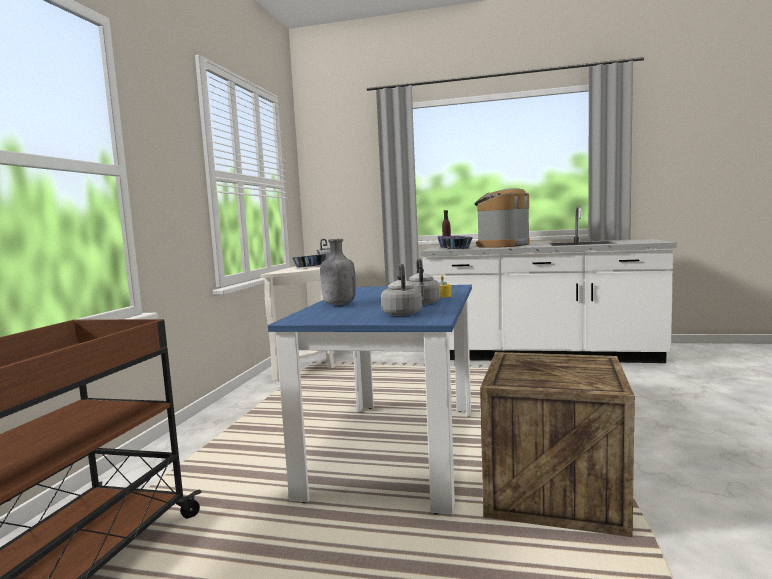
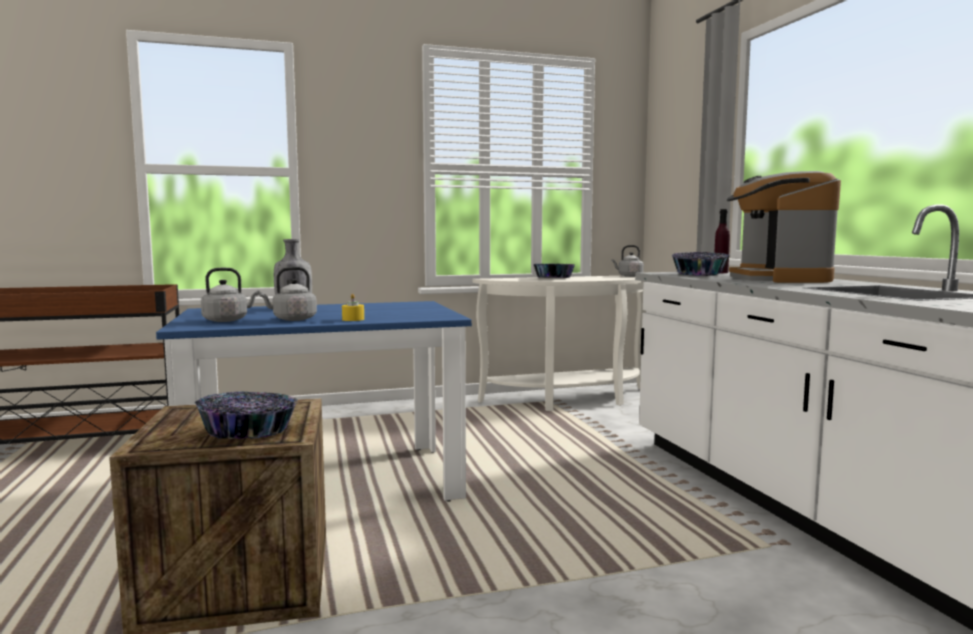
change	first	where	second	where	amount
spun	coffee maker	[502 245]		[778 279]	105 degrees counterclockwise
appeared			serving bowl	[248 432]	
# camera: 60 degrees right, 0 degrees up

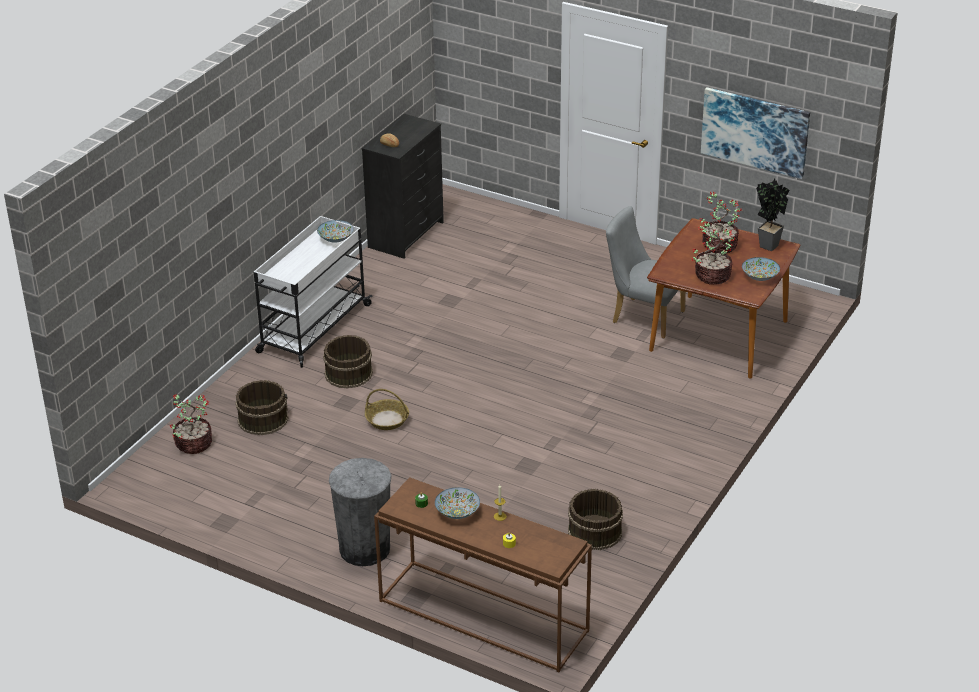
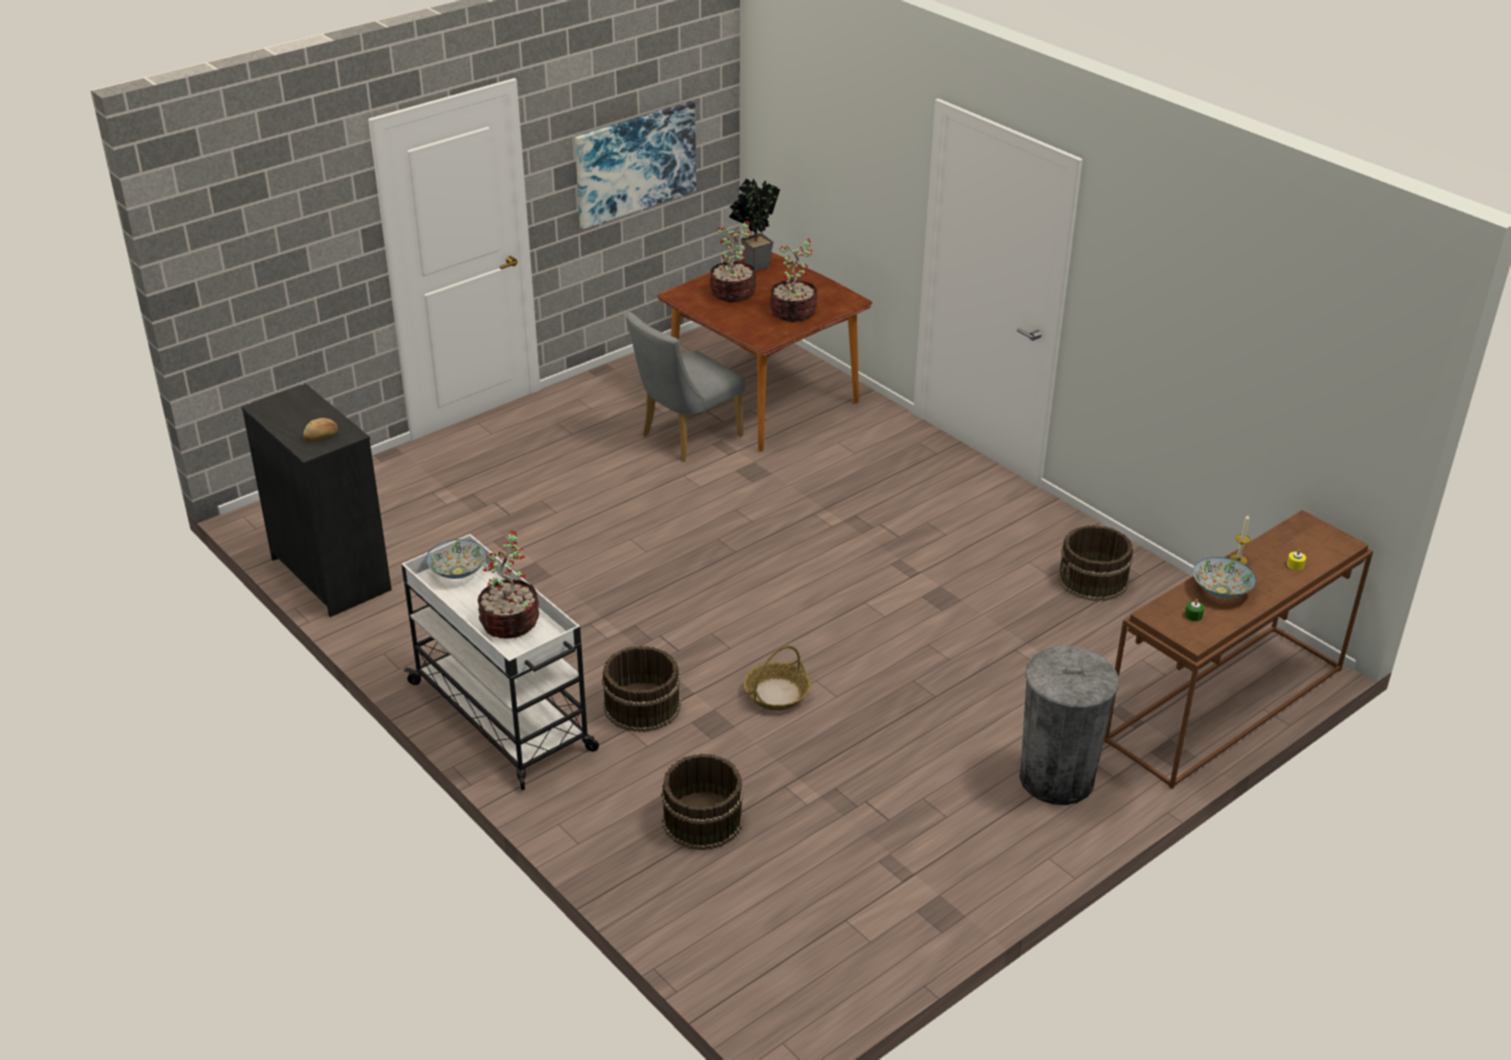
change	first	where	second	where	amount
relocated	plant in a pot	[192 444]		[511 623]	
missing	serving bowl	[759 277]			
# camera: 70 degrees left, 0 degrees up

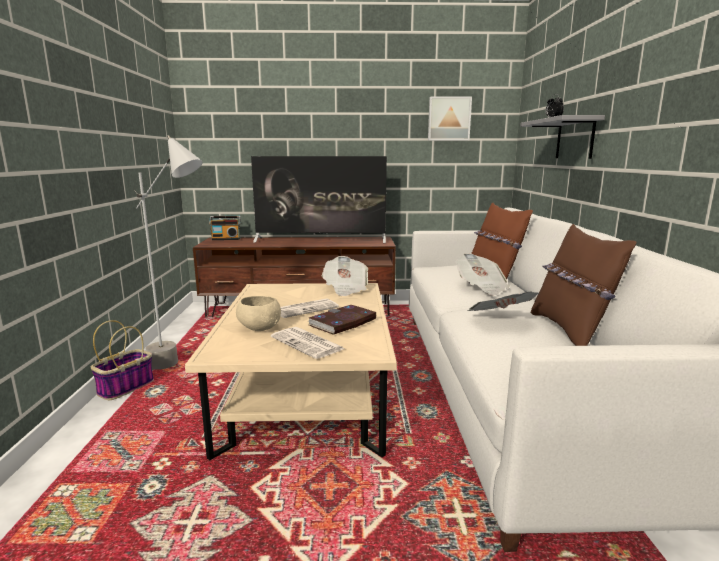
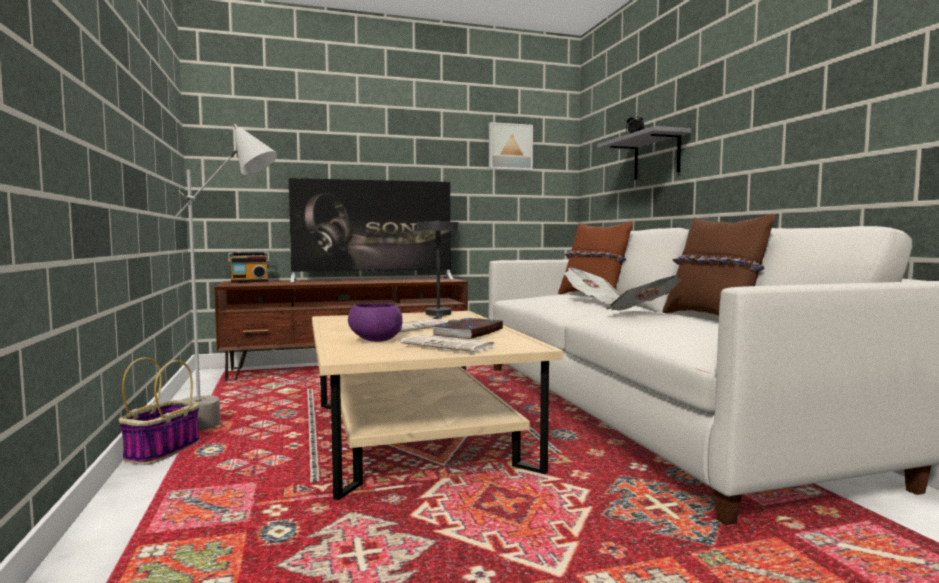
change	first	where	second	where	amount
colour	beige-coloured serving bowl	[259 328]	purplish serving bowl	[375 340]	
exchanged	daily paper	[345 289]	grey table lamp	[438 314]	
# camera: 15 degrees left, 10 degrees down

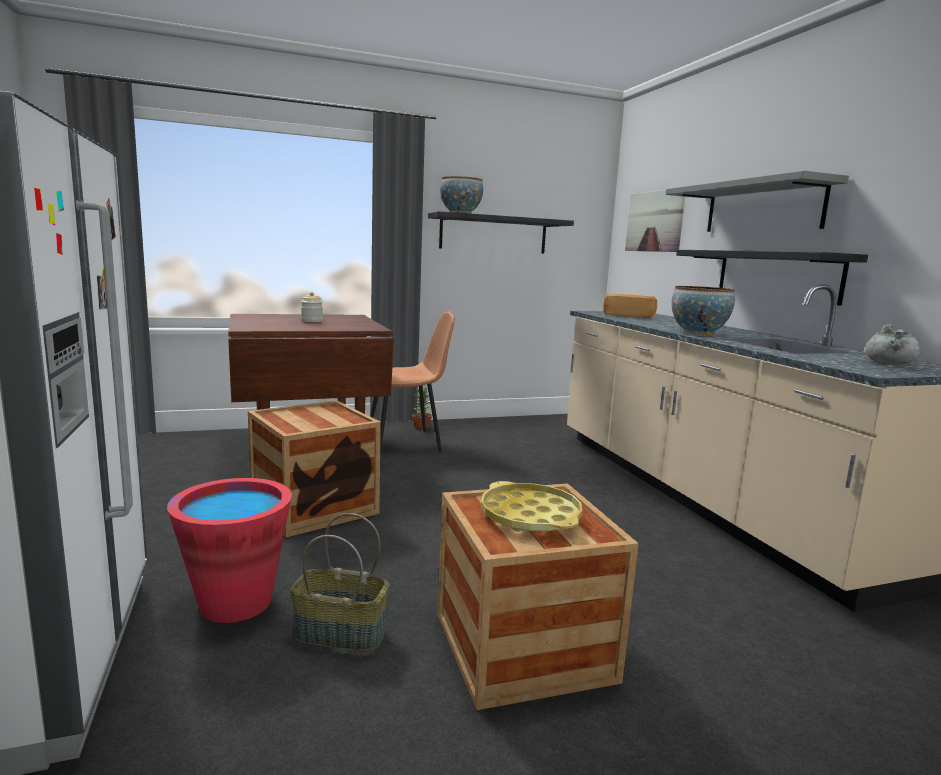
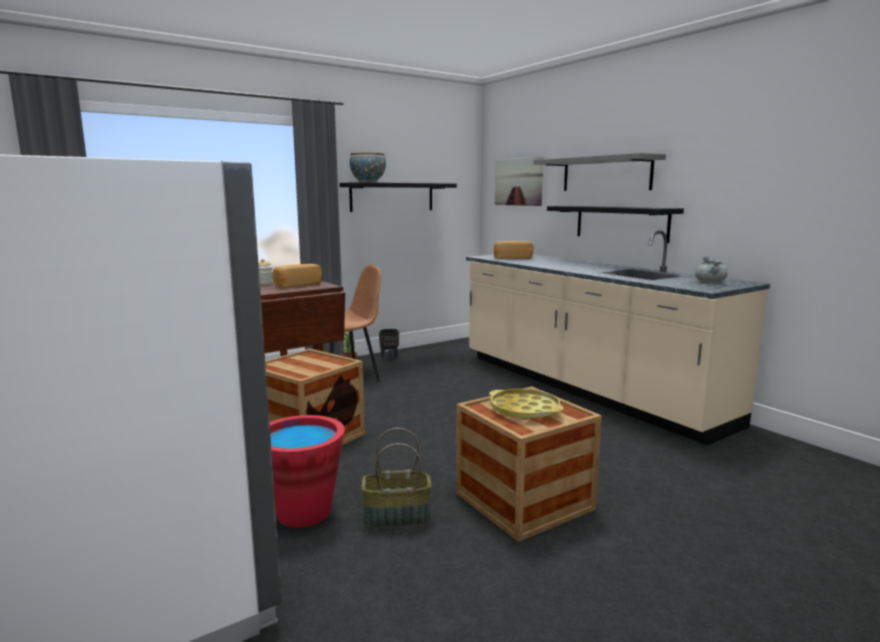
change	first	where	second	where	amount
missing	serving bowl	[698 333]			
appeared			bakery bread	[297 285]	
appeared			black-coloured plant pot	[389 357]	
# camera: 15 degrees left, 0 degrees up

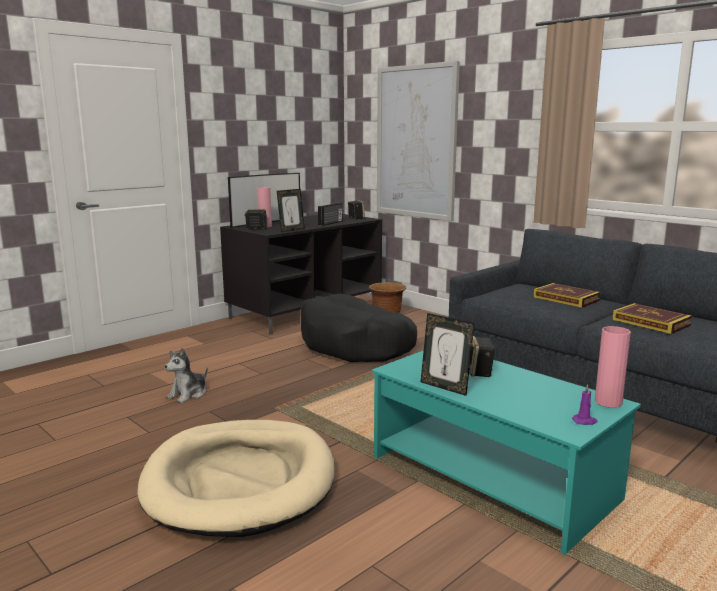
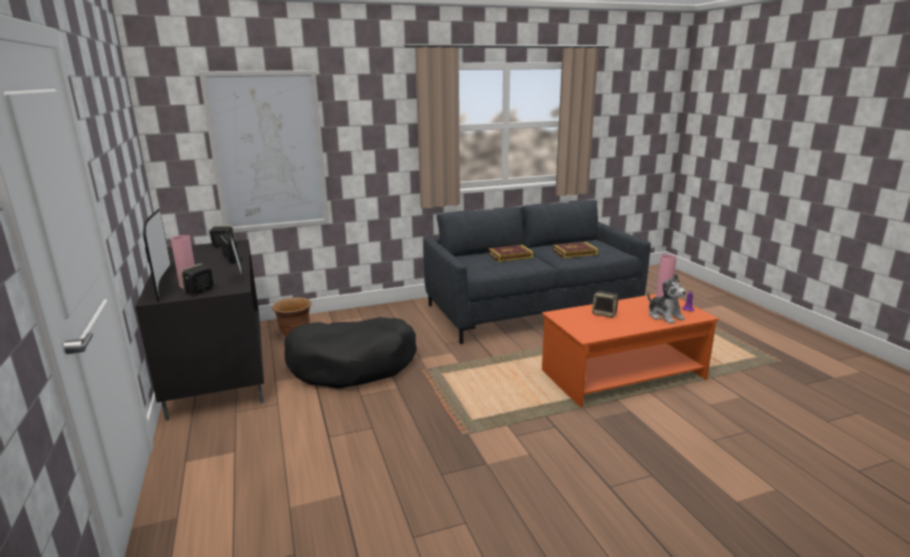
change	first	where	second	where	amount
missing	beige-coloured pet bed	[240 481]			
relocated	cuddly toy	[188 394]		[664 316]	
colour	turquoise-coloured lounge table	[493 479]	orange lounge table	[623 375]	
missing	standing frame	[445 387]			
# camera: 65 degrees left, 5 degrees up

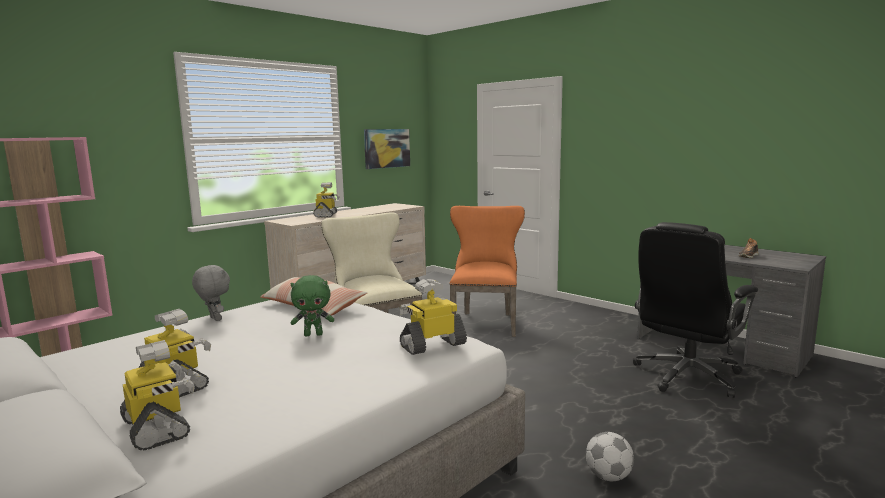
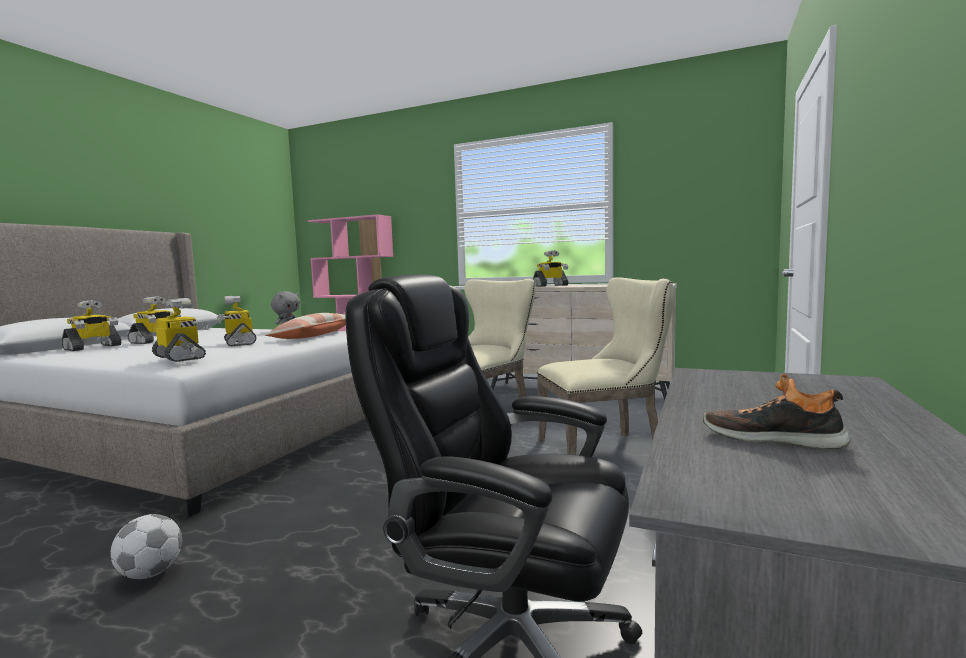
change	first	where	second	where	amount
exchanged	green-coloured cuddly toy	[313 334]	robot figure	[239 343]	
missing	wall picture	[387 148]			
colour	orange upright chair	[485 322]	beige-coloured upright chair	[605 448]	
# camera: 70 degrees right, 5 degrees down

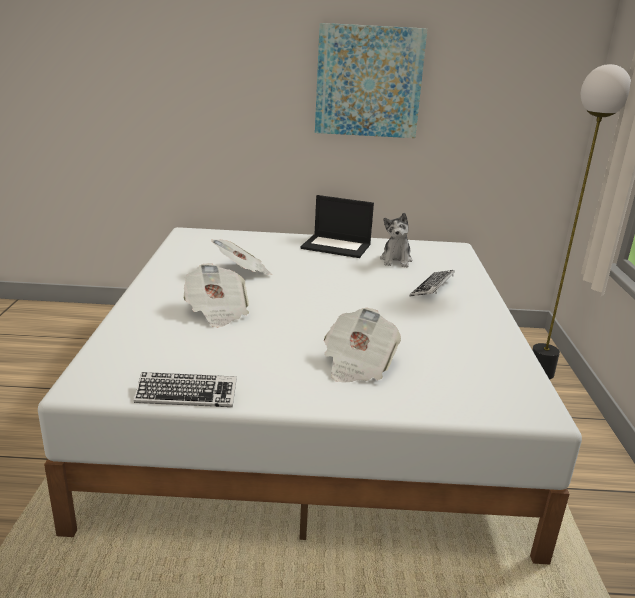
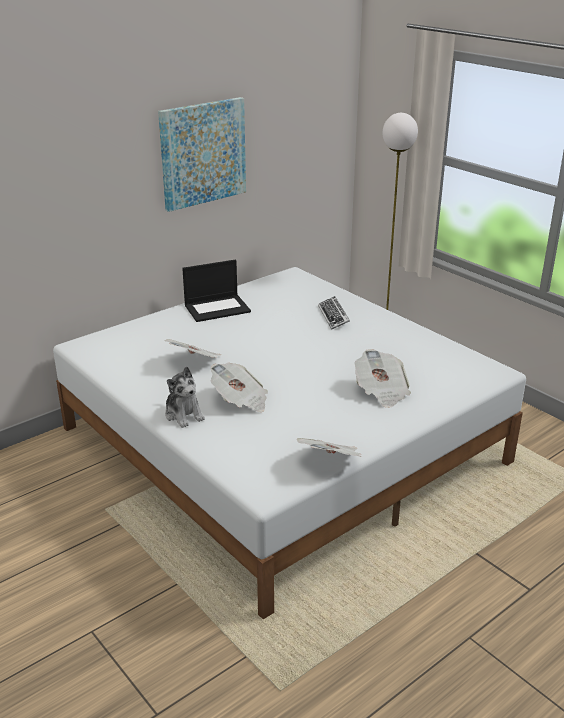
change	first	where	second	where	amount
exchanged	computer keyboard	[186 395]	daily paper	[331 461]	
relocated	cuddly toy	[396 260]		[184 414]	
# camera: 40 degrees left, 5 degrees up

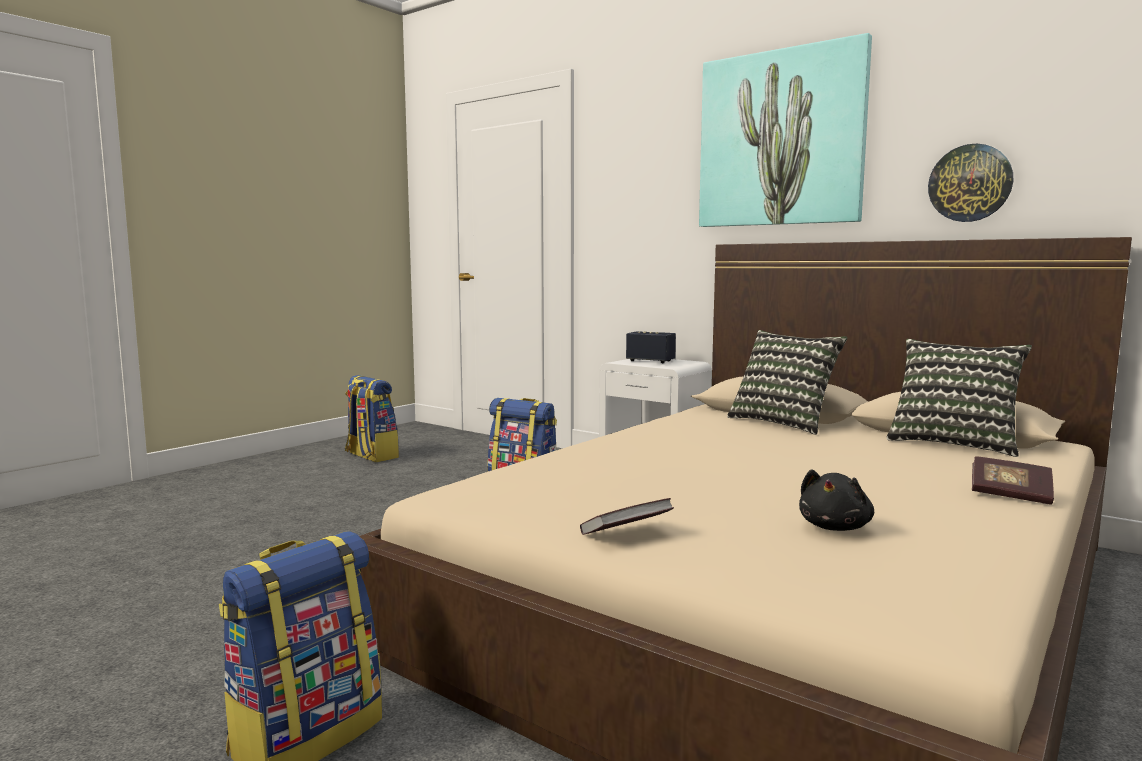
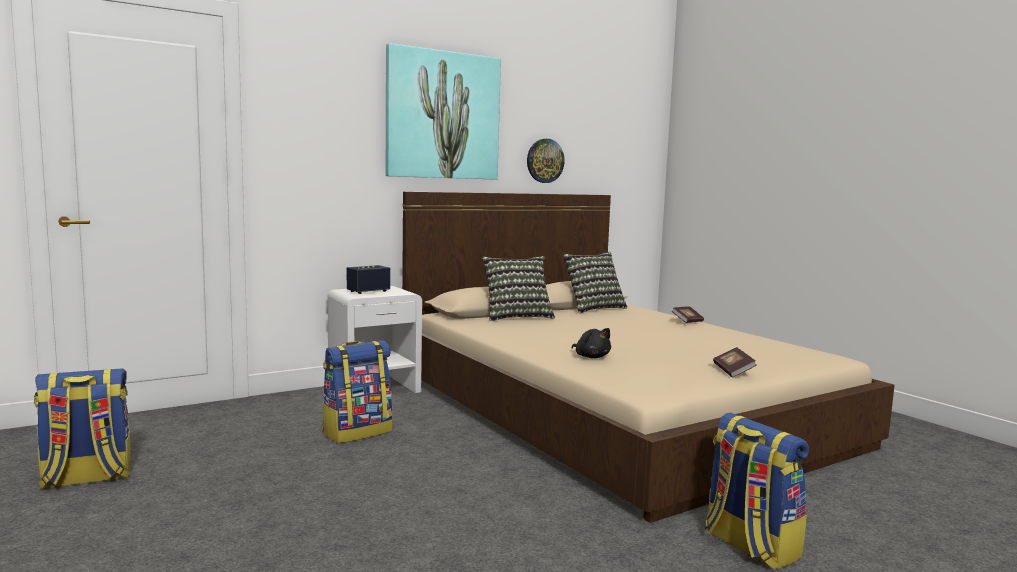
change	first	where	second	where	amount
relocated	black-coloured cuddly toy	[835 527]		[591 357]	
# camera: 70 degrees left, 0 degrees up

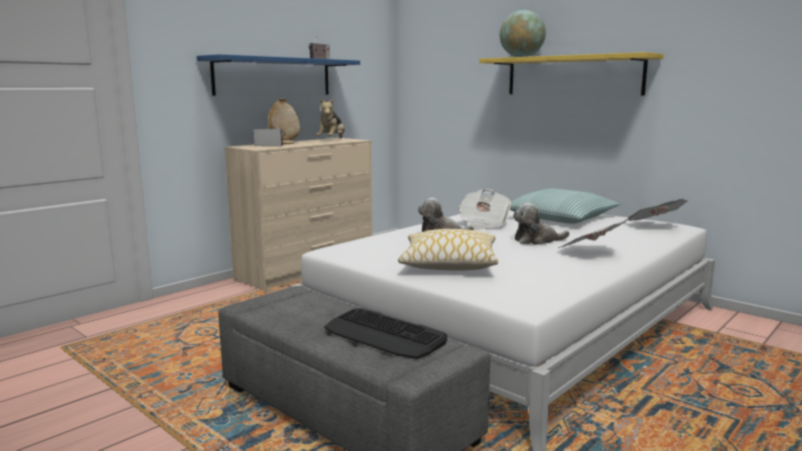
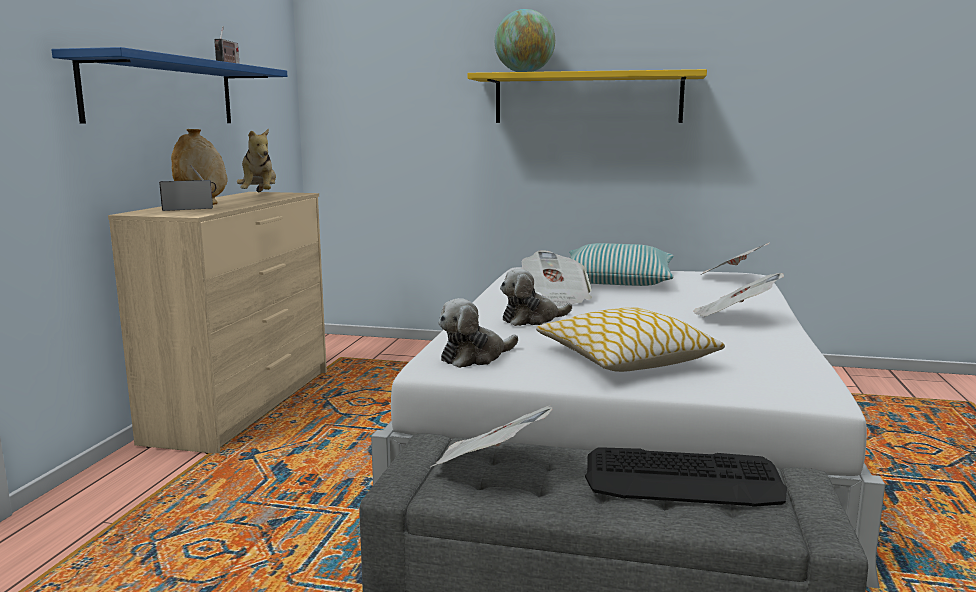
change	first	where	second	where	amount
relocated	cuddly toy	[536 240]		[475 357]	
appeared			daily paper	[490 467]	
# camera: 30 degrees left, 0 degrees up

